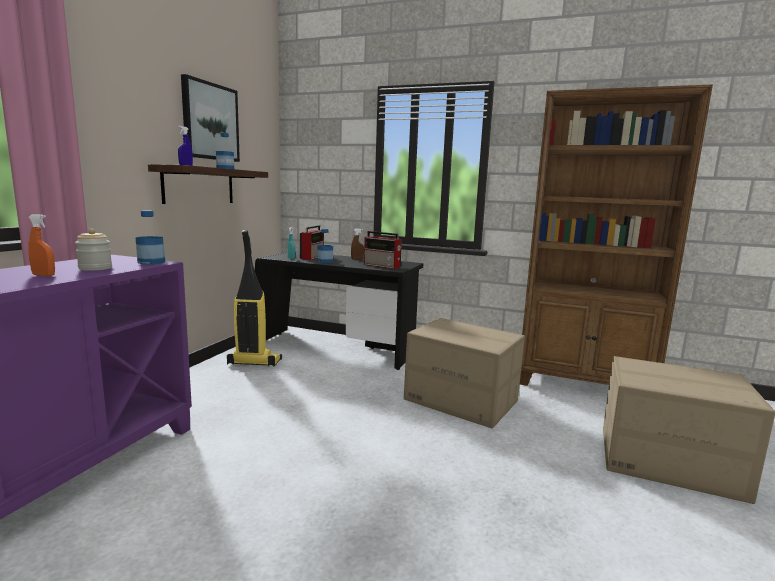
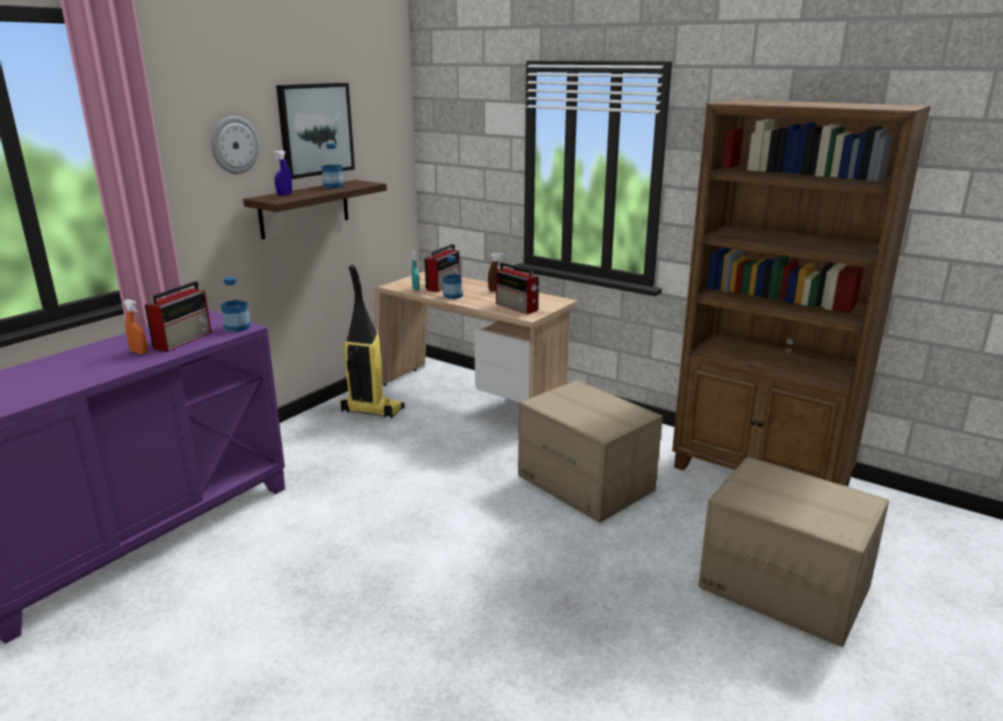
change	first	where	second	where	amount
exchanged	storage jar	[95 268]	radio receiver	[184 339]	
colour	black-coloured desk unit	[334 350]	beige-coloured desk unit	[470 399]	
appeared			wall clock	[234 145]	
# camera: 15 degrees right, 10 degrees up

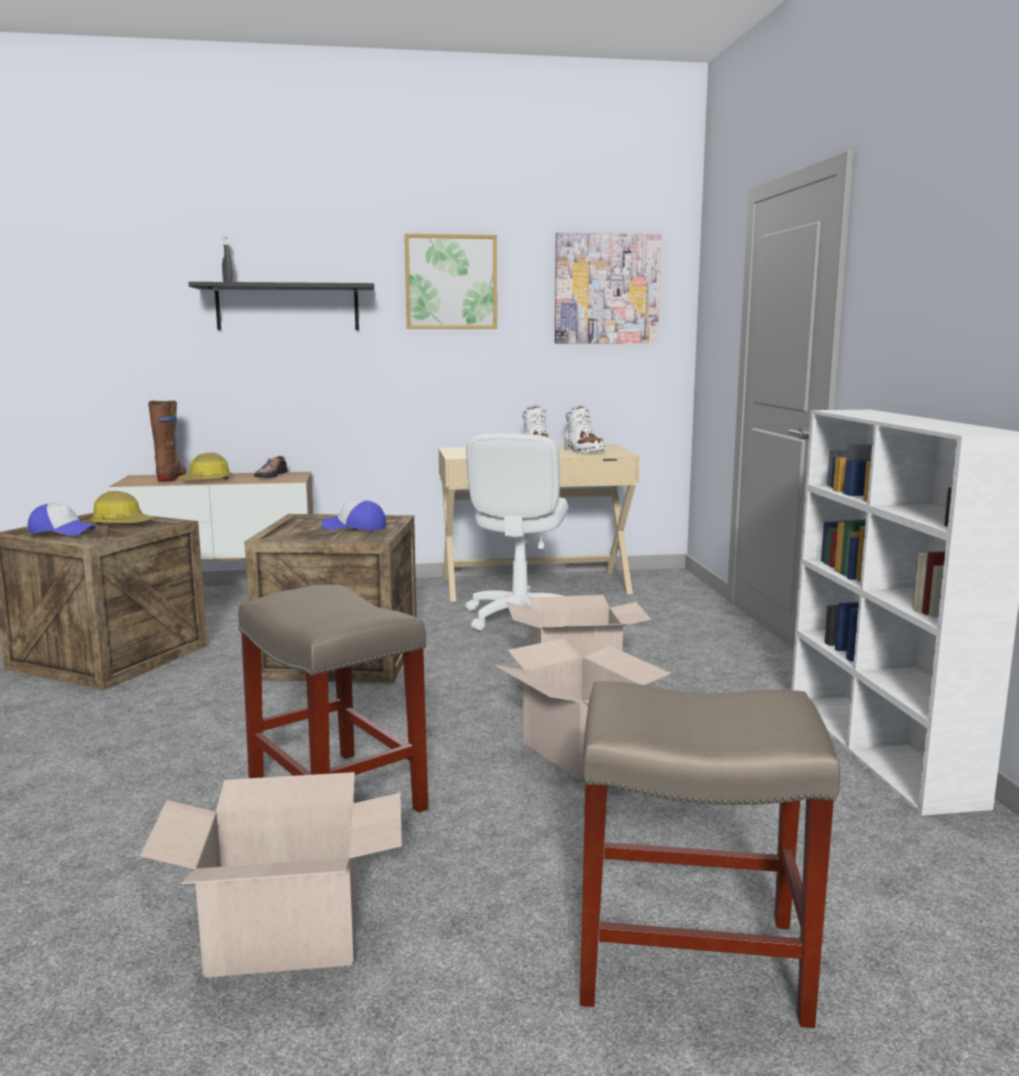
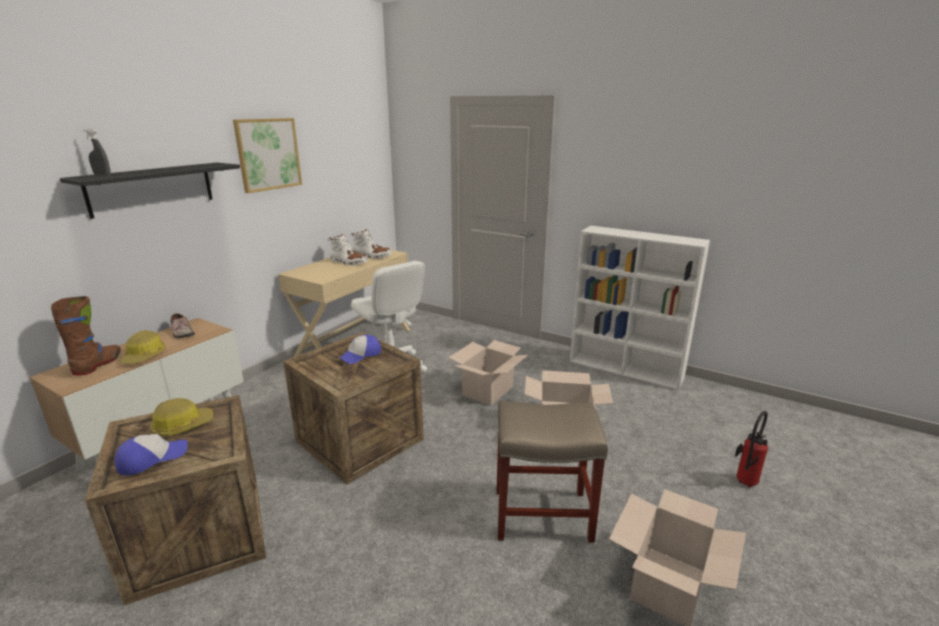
change	first	where	second	where	amount
spun	brown-coloured high-top boot	[172 478]		[98 365]	60 degrees clockwise
missing	wall picture	[606 289]			
exchanged	beige-coloured sitting stool	[694 960]	fire extinguisher	[743 483]	
# camera: 50 degrees left, 10 degrees up

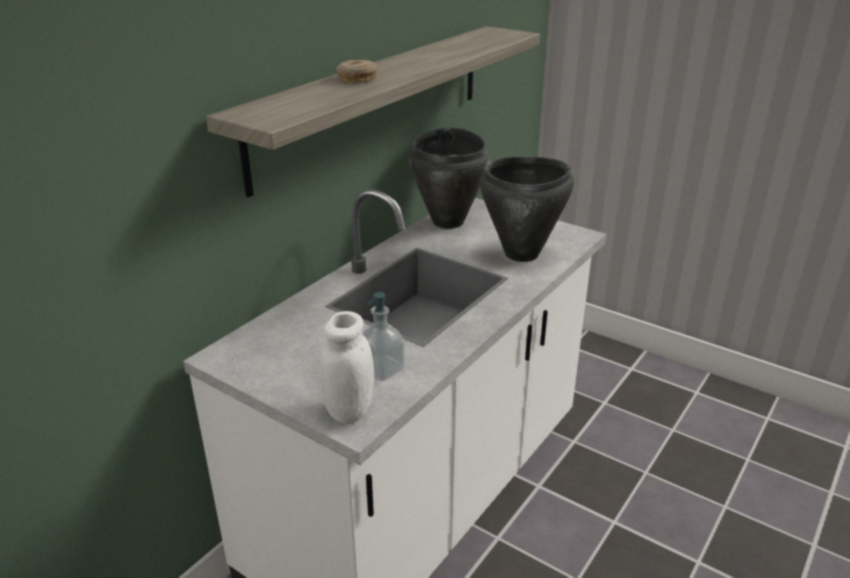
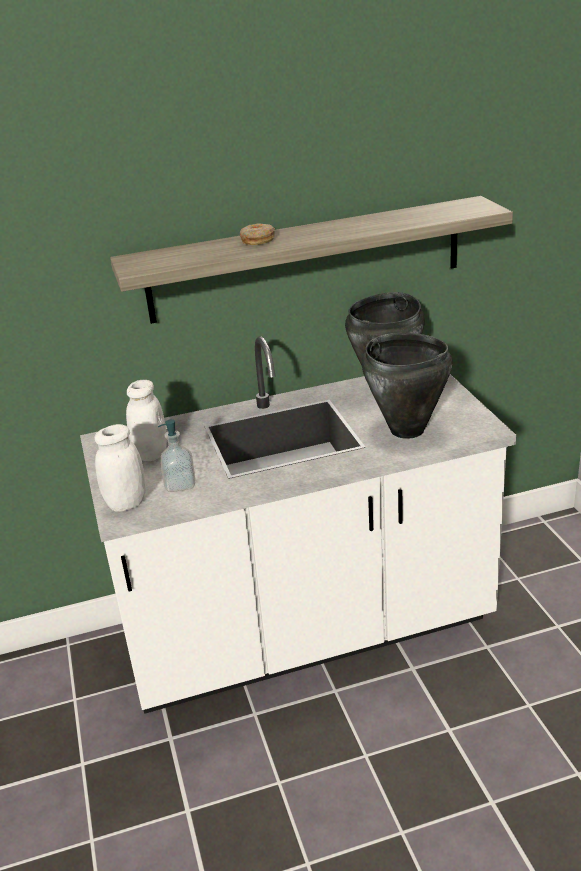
change	first	where	second	where	amount
appeared			white-coloured storage jar	[151 454]	
# camera: 40 degrees right, 0 degrees up

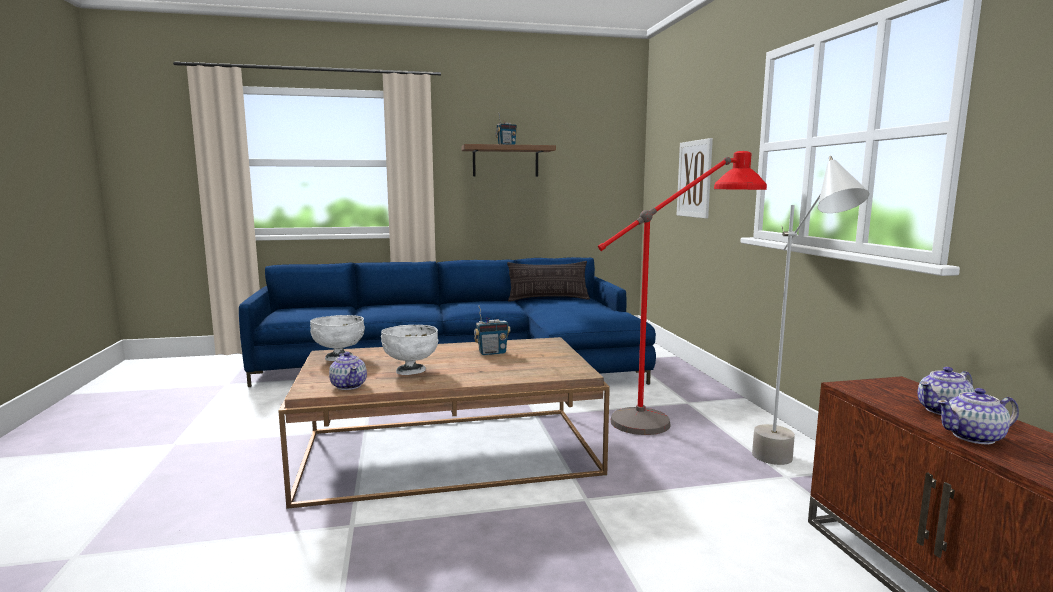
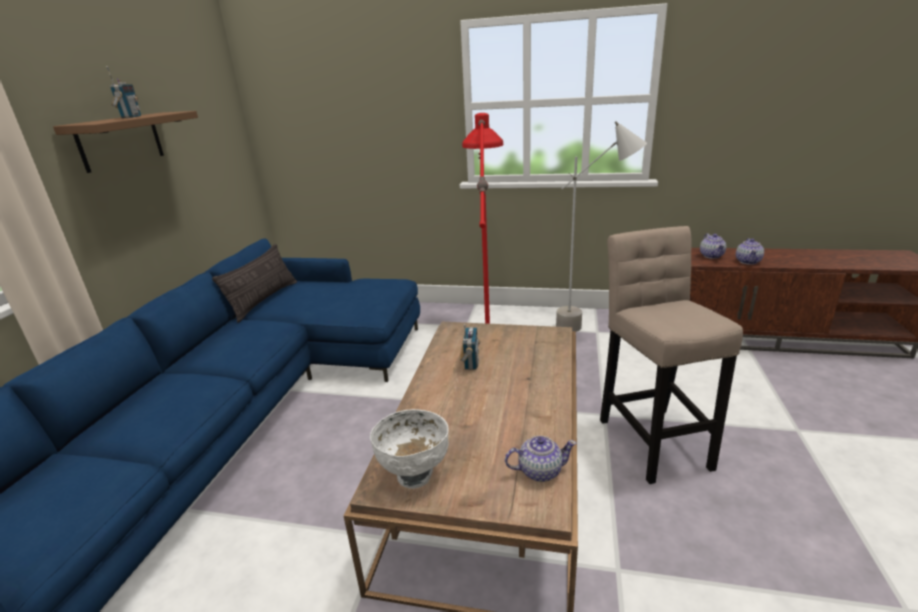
change	first	where	second	where	amount
missing	white-coloured serving bowl	[411 371]			
missing	wall picture	[694 179]			
appeared			beige-coloured sitting stool	[651 438]	
# camera: 65 degrees left, 15 degrees up

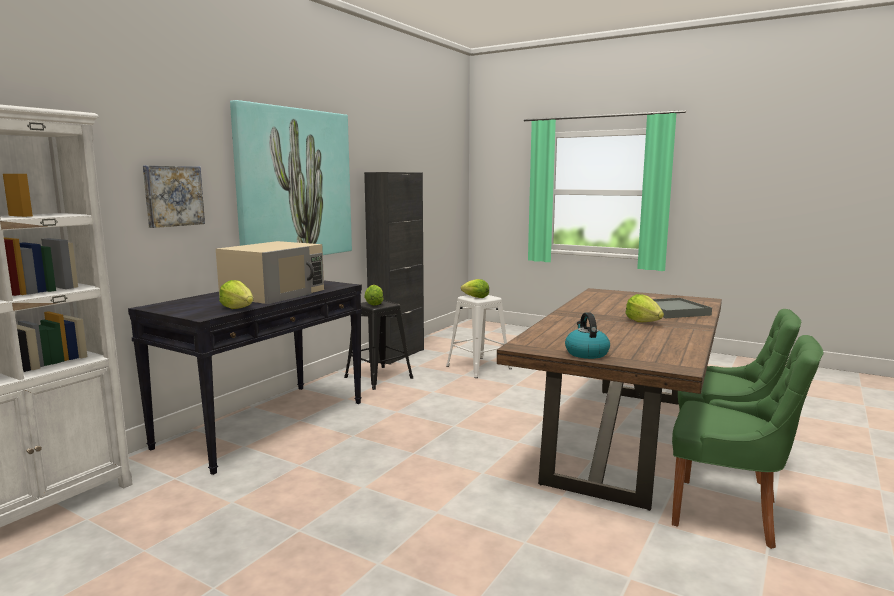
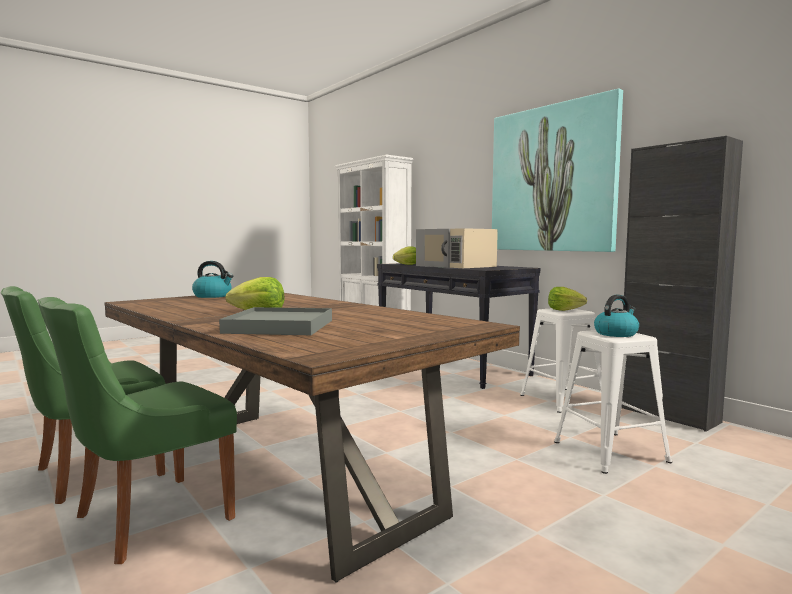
change	first	where	second	where	amount
missing	wall picture	[173 196]			
colour	black-coloured sitting stool	[378 377]	white-coloured sitting stool	[563 400]	
exchanged	head of lettuce	[475 297]	kettle	[616 334]	
# camera: 110 degrees right, 5 degrees down

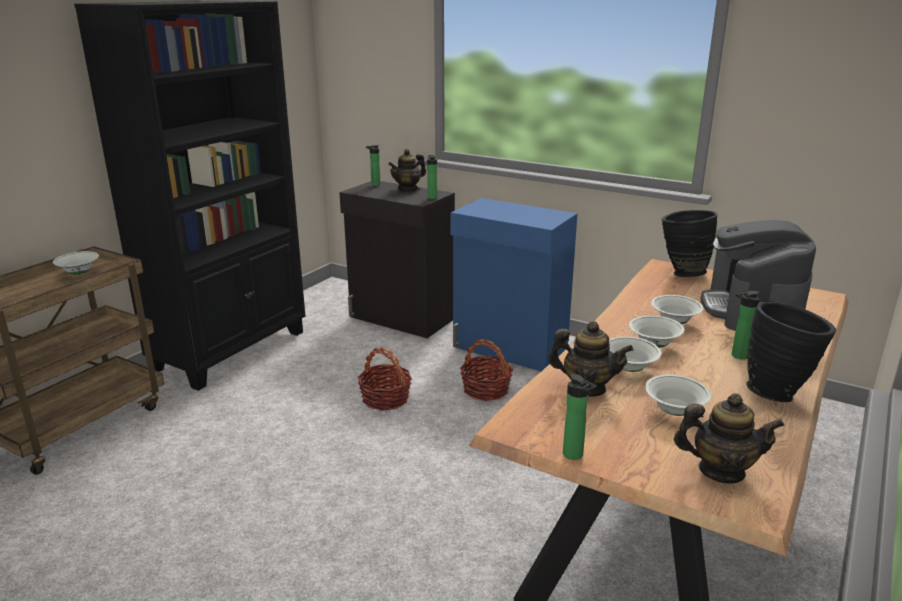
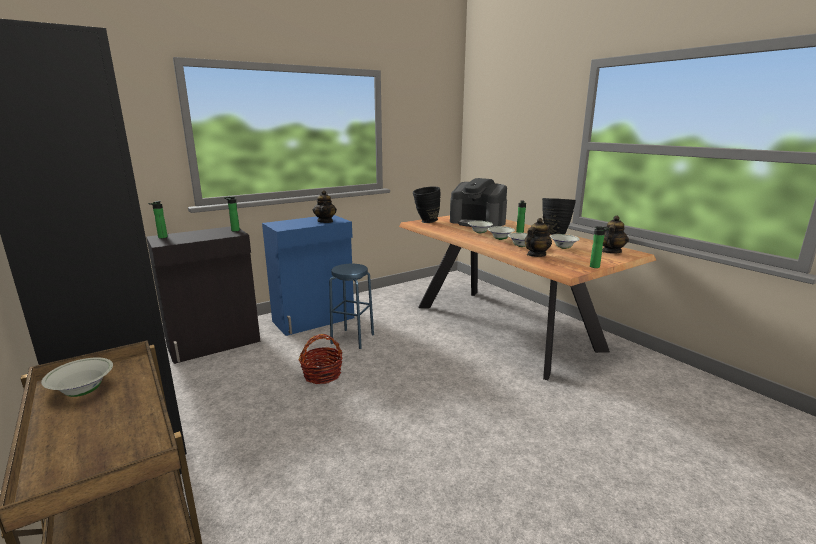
change	first	where	second	where	amount
relocated	teapot	[408 189]		[325 221]	
exchanged	household basket	[486 390]	blue sitting stool	[352 339]	
# camera: 65 degrees left, 5 degrees down

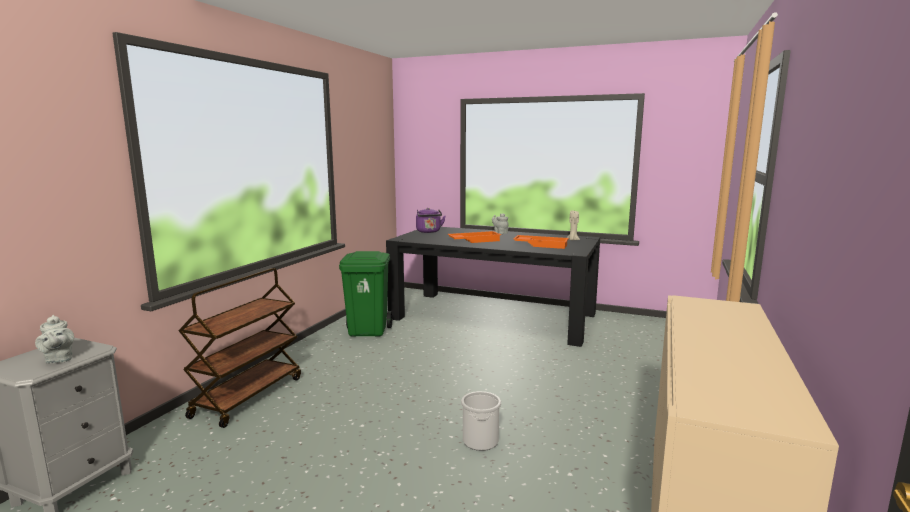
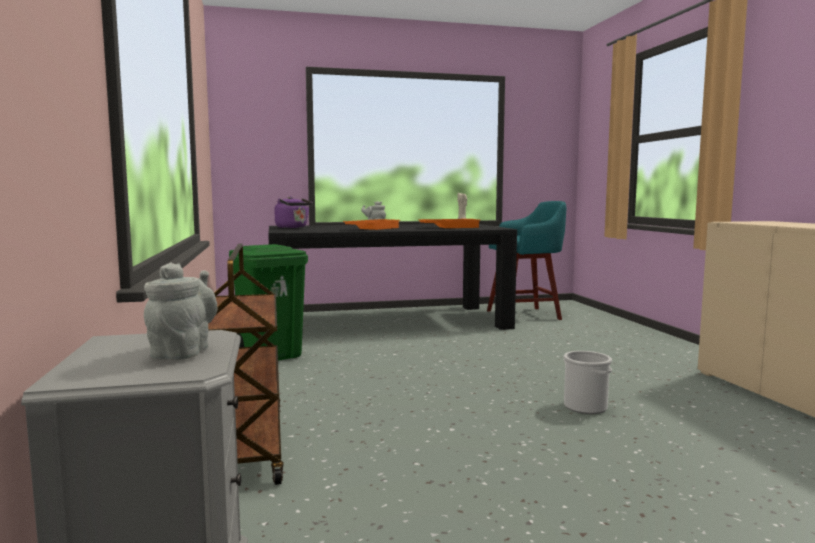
change	first	where	second	where	amount
spun	grey teapot	[58 359]		[183 352]	105 degrees counterclockwise
appeared			turquoise-coloured sitting stool	[525 315]	
# camera: 35 degrees left, 5 degrees down

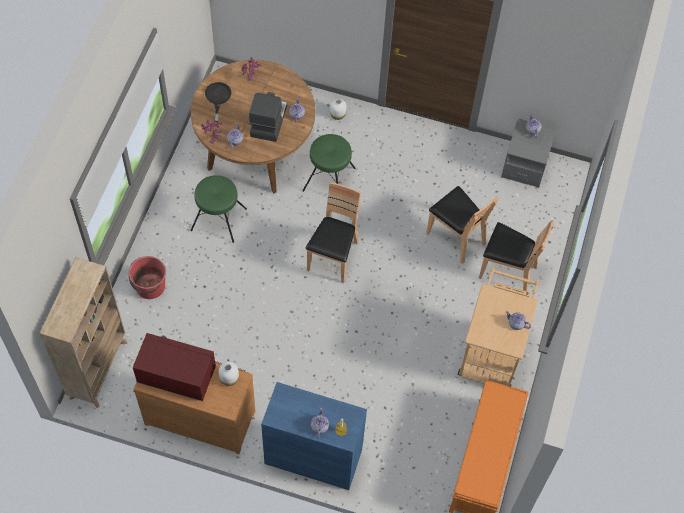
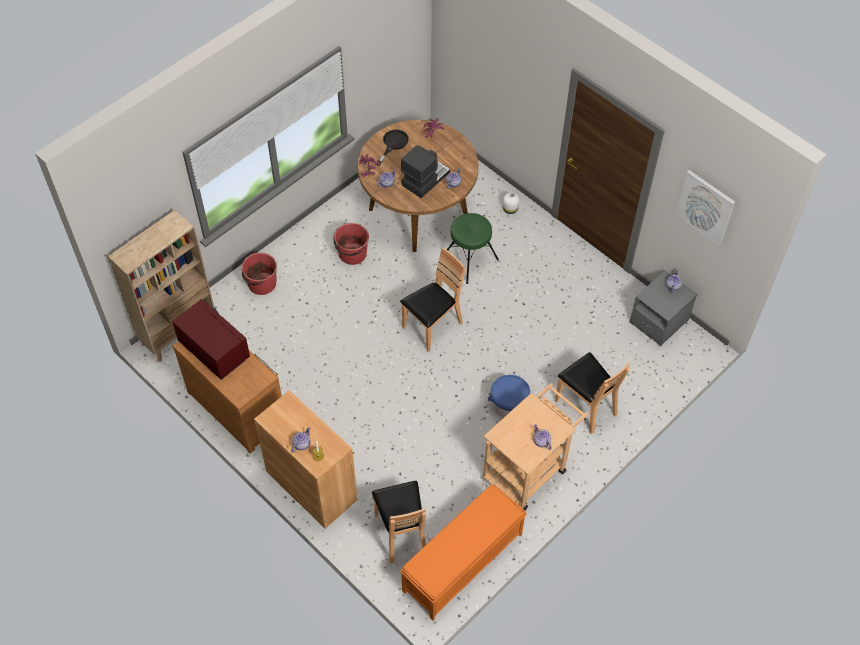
change	first	where	second	where	amount
exchanged	green-coloured sitting stool	[218 220]	red-coloured water bucket	[352 254]	
missing	white-coloured vase	[229 378]			
colour	blue storage cabinet	[313 456]	brown-coloured storage cabinet	[311 485]	
relocated	brown-coloured upright chair	[456 237]		[402 533]	
appeared			blue water bucket	[508 406]	
appeared			wall picture	[705 207]	
# camera: 30 degrees right, 5 degrees down

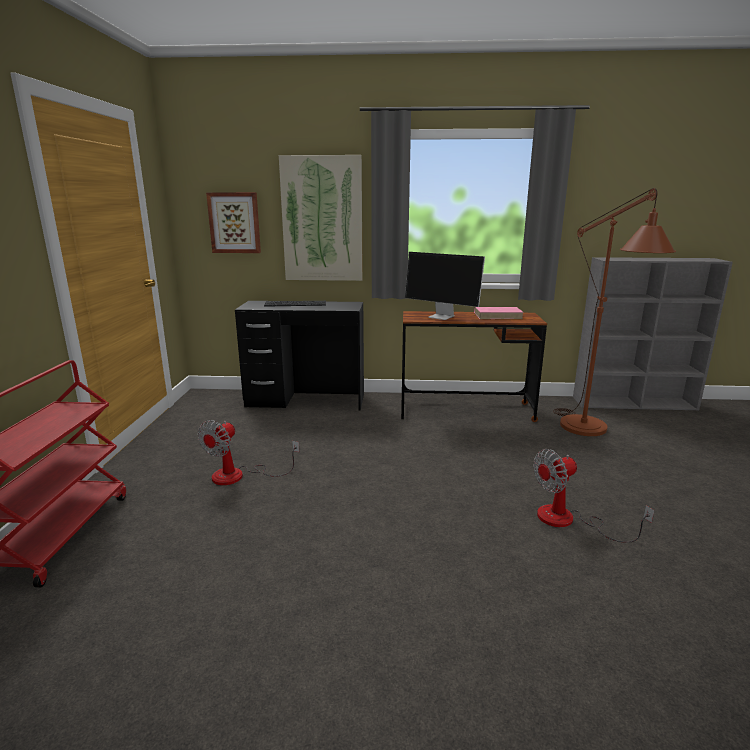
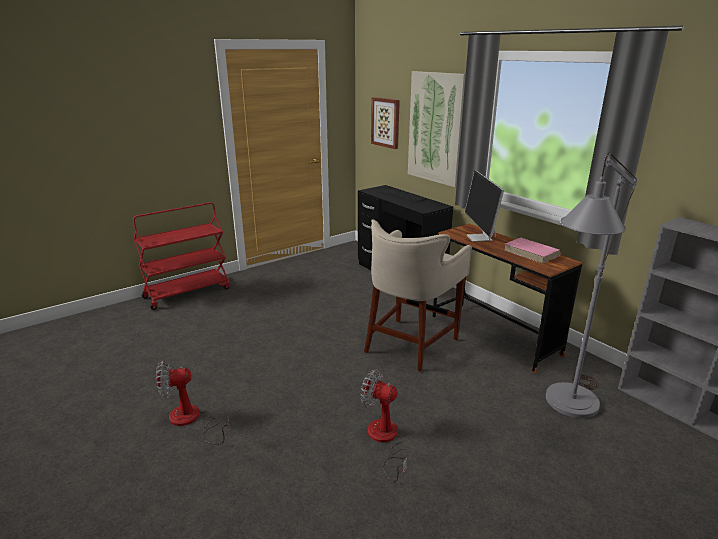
change	first	where	second	where	amount
relocated	cooling fan	[239 476]		[191 420]	
colour	brown-coloured standard lamp	[590 432]	grey standard lamp	[566 408]	
appeared			beige-coloured sitting stool	[411 344]	
# camera: 50 degrees right, 5 degrees up

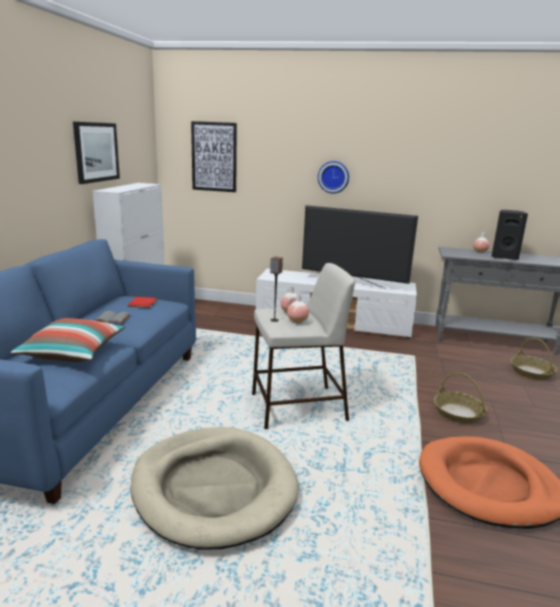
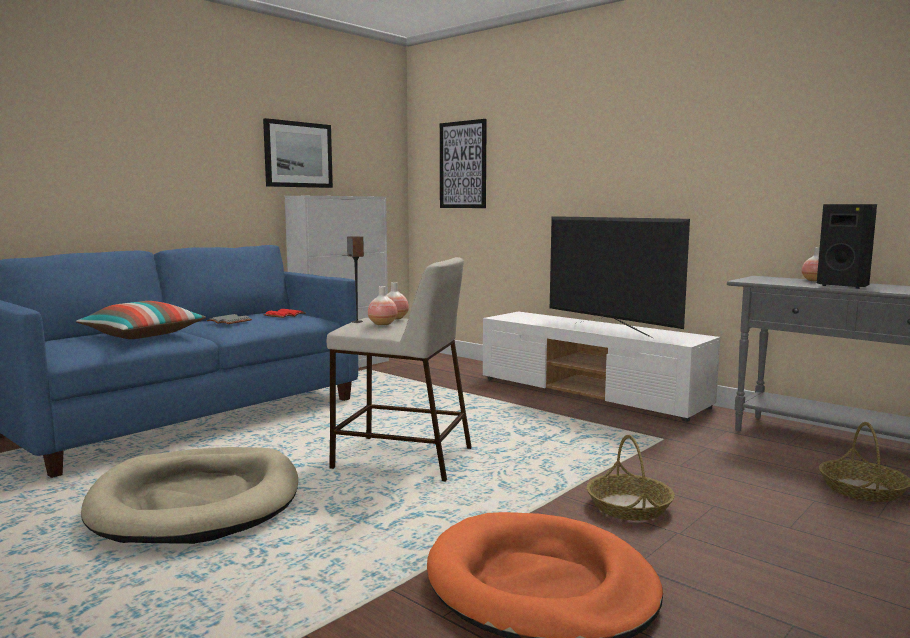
change	first	where	second	where	amount
missing	wall clock	[333 177]			
# camera: 30 degrees right, 10 degrees down

